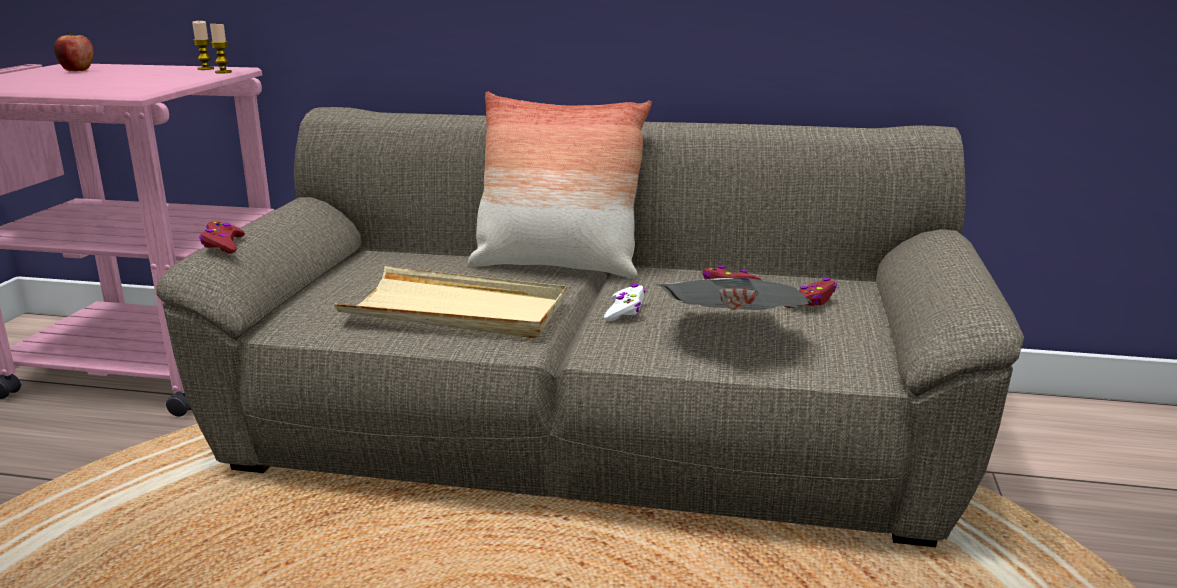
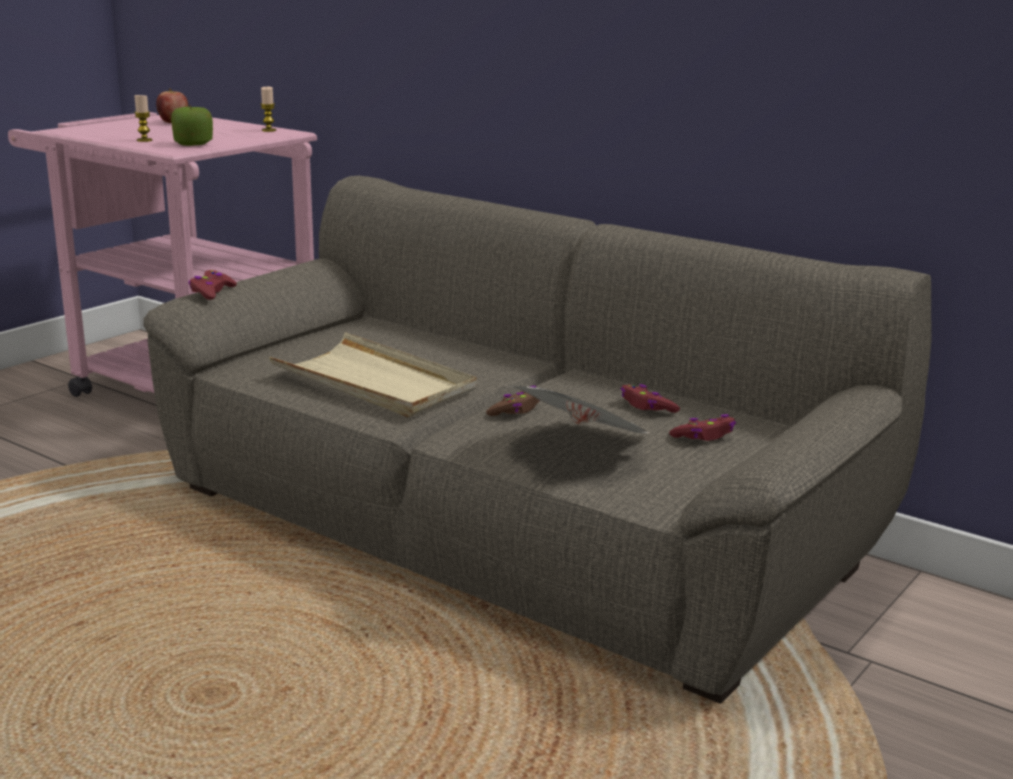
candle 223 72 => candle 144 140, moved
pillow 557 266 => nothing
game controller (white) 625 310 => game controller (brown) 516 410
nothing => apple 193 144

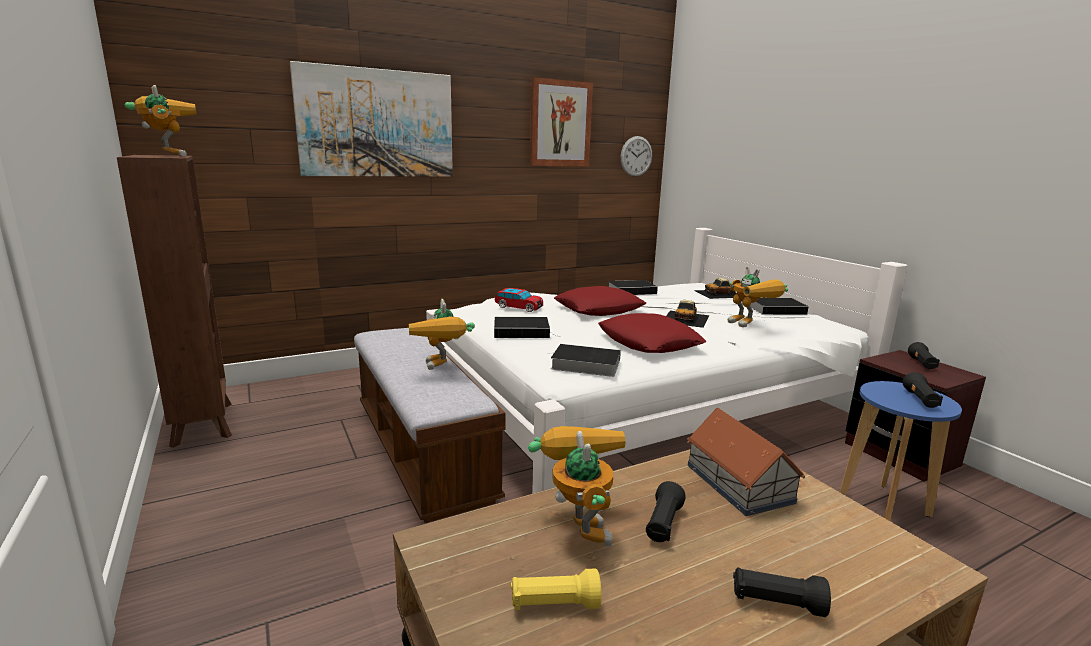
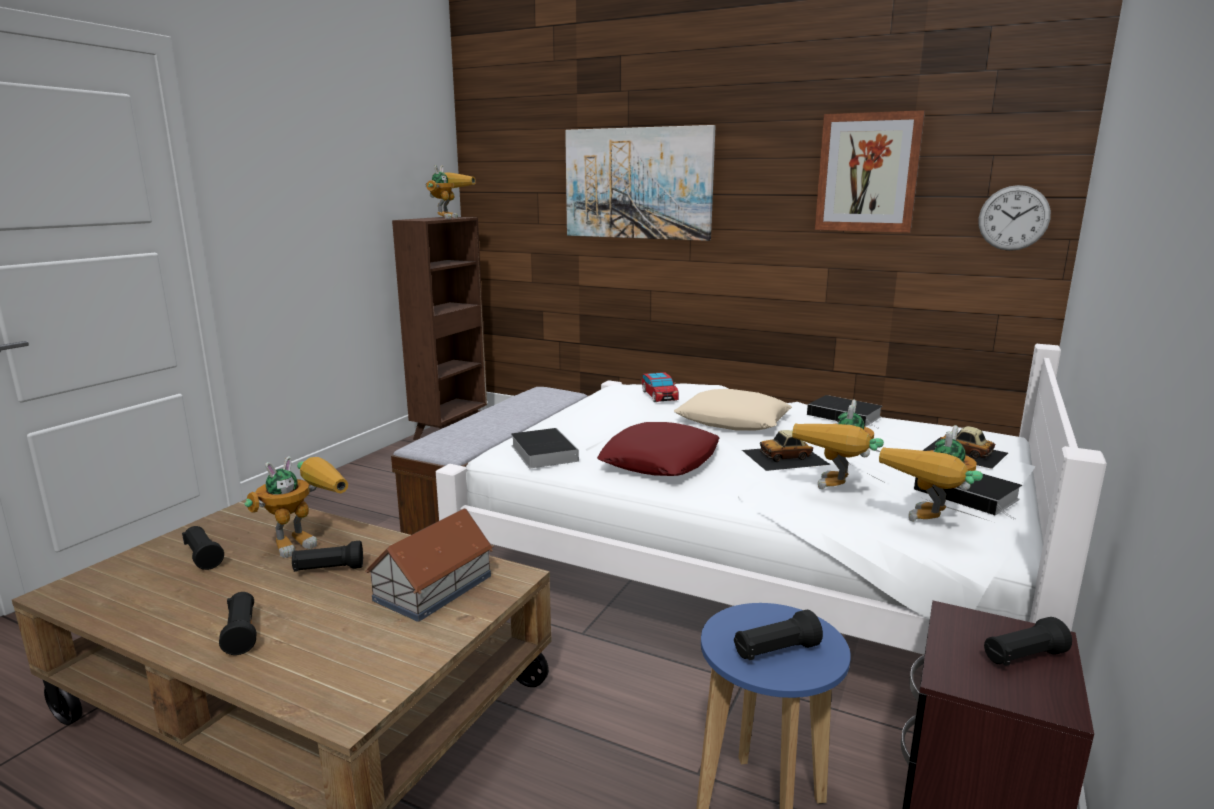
toy robot 443 368 => toy robot 929 525, moved
book 523 331 => nothing
flashlight (yellow) 554 605 => flashlight (black) 203 557
pillow (red) 598 309 => pillow (beige) 732 420

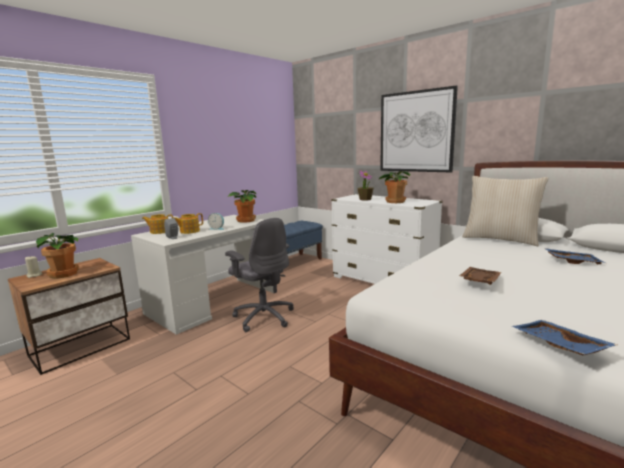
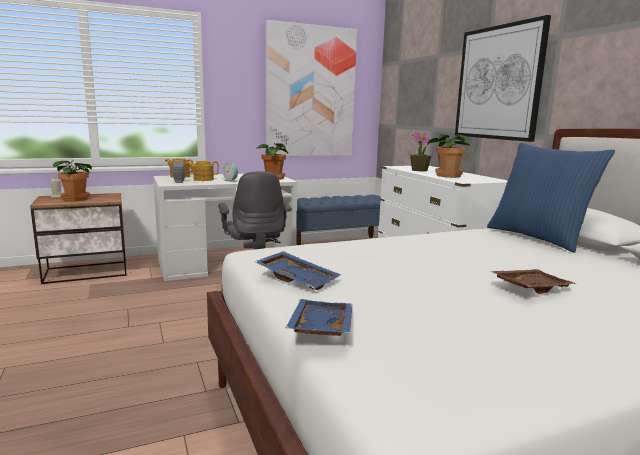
tray (brown) 479 281 => tray (brown) 530 288, moved
pillow (beige) 500 239 => pillow (blue) 538 238
tray (blue) 572 261 => tray (blue) 298 279, moved
nothing => picture 310 92

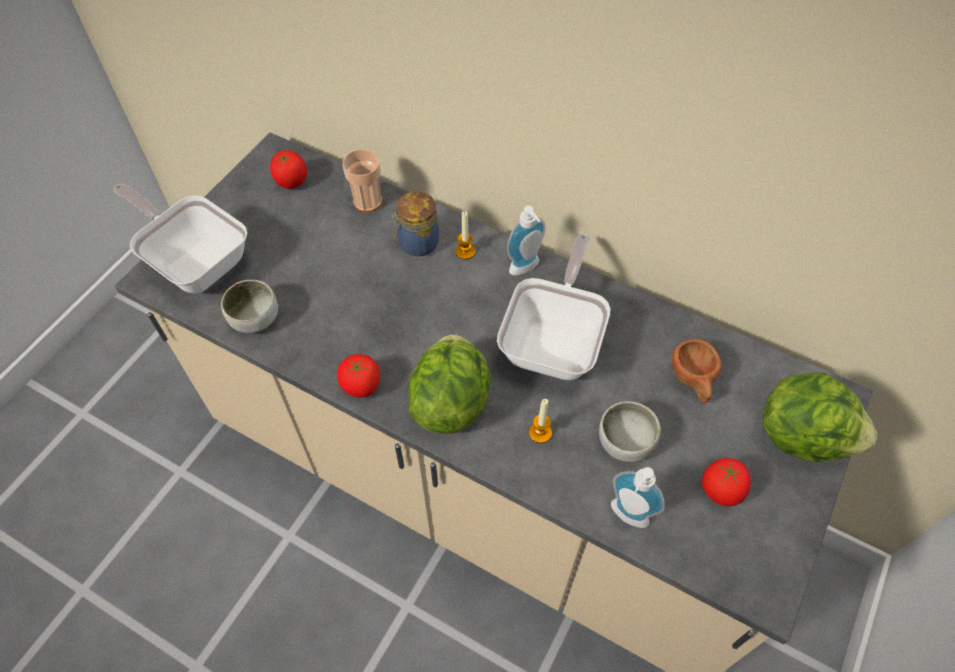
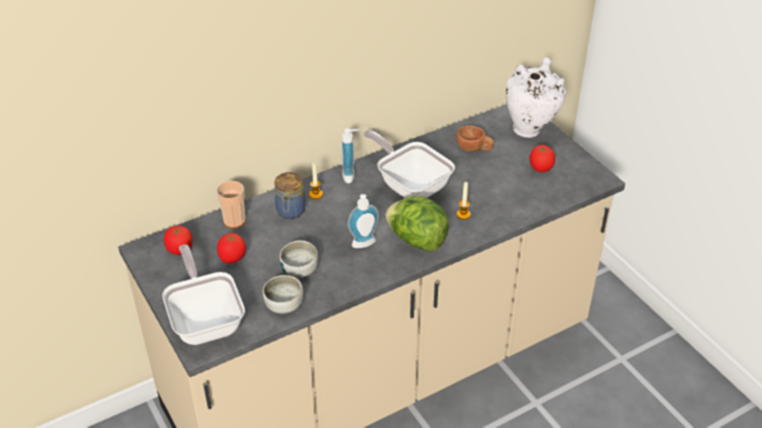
frying pan 195 260 => frying pan 206 320, 90 degrees clockwise
tomato 361 386 => tomato 232 258, moved
bowl 625 441 => bowl 299 269, moved
soap dispenser 626 517 => soap dispenser 365 245, moved
lettuce 802 435 => vase (white) 530 130

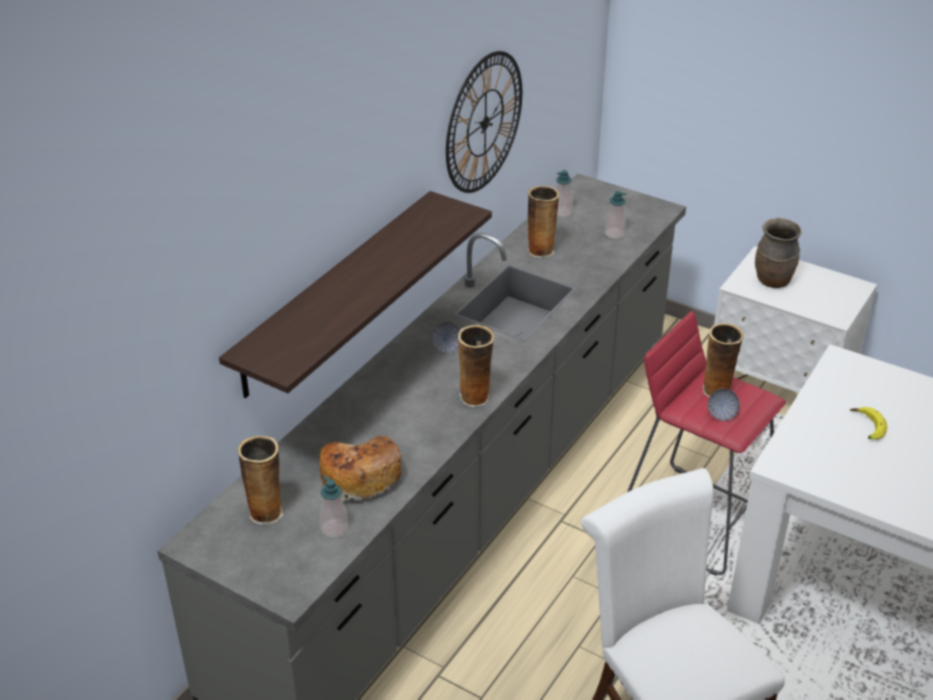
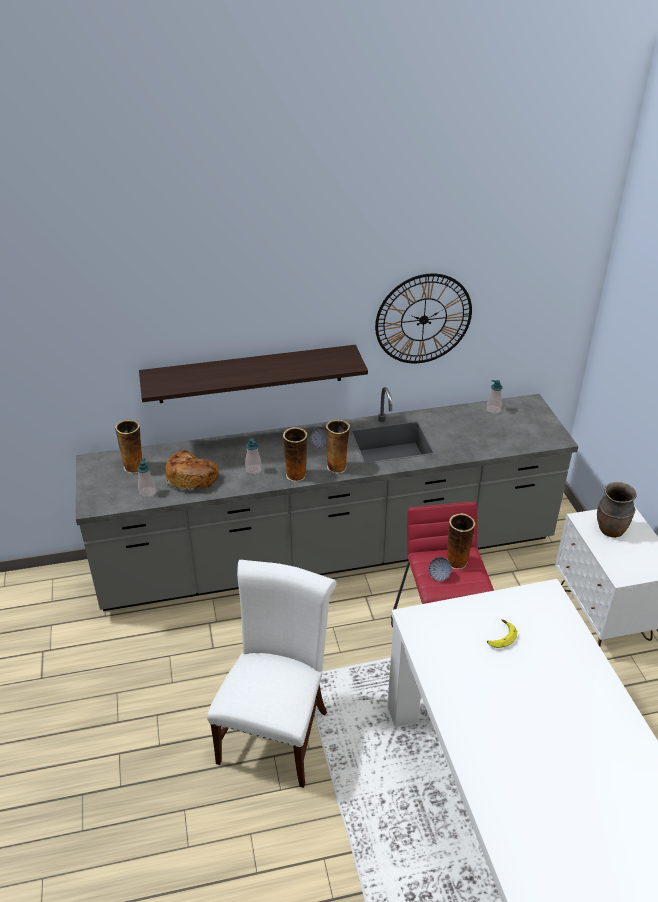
vase 541 250 => vase 337 467, moved
soap dispenser 614 234 => soap dispenser 253 469, moved

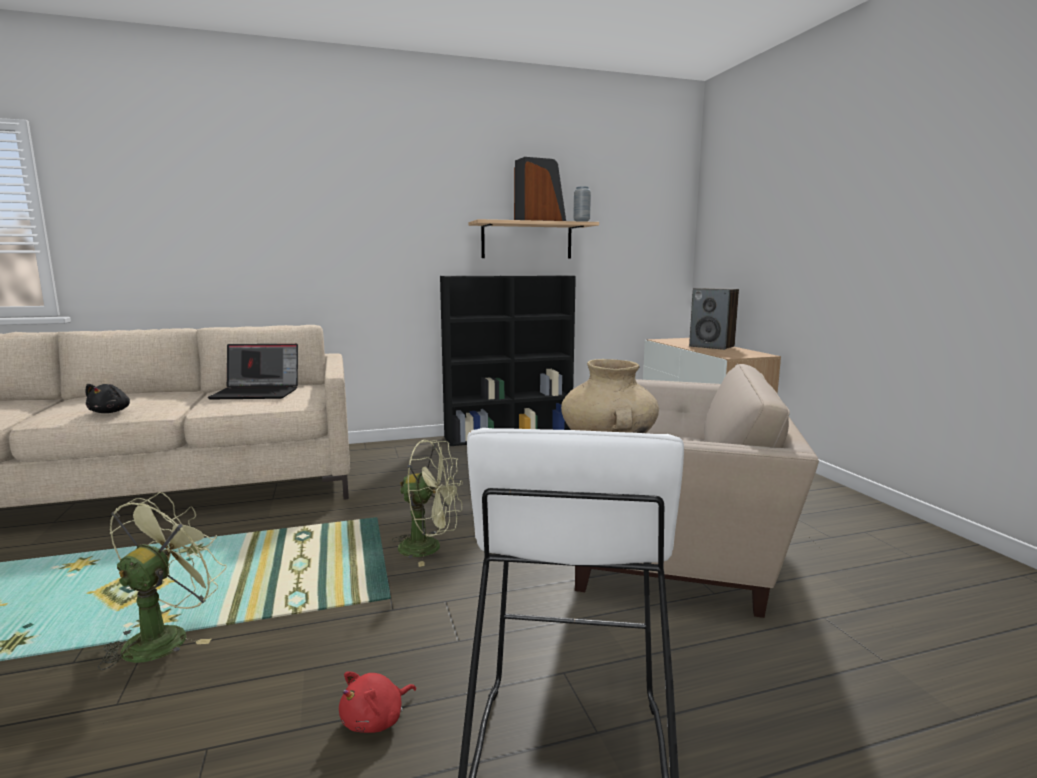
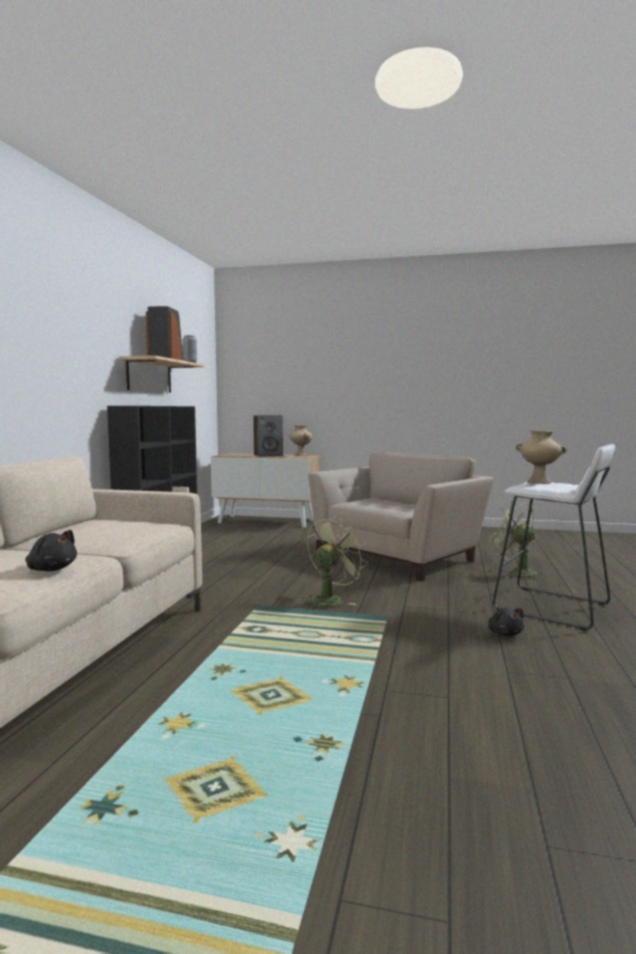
fan (green) 165 636 => fan (green) 515 572, moved
laptop 258 393 => nothing
plush toy (red) 376 720 => plush toy (black) 504 633
nothing => vase (beige) 300 455

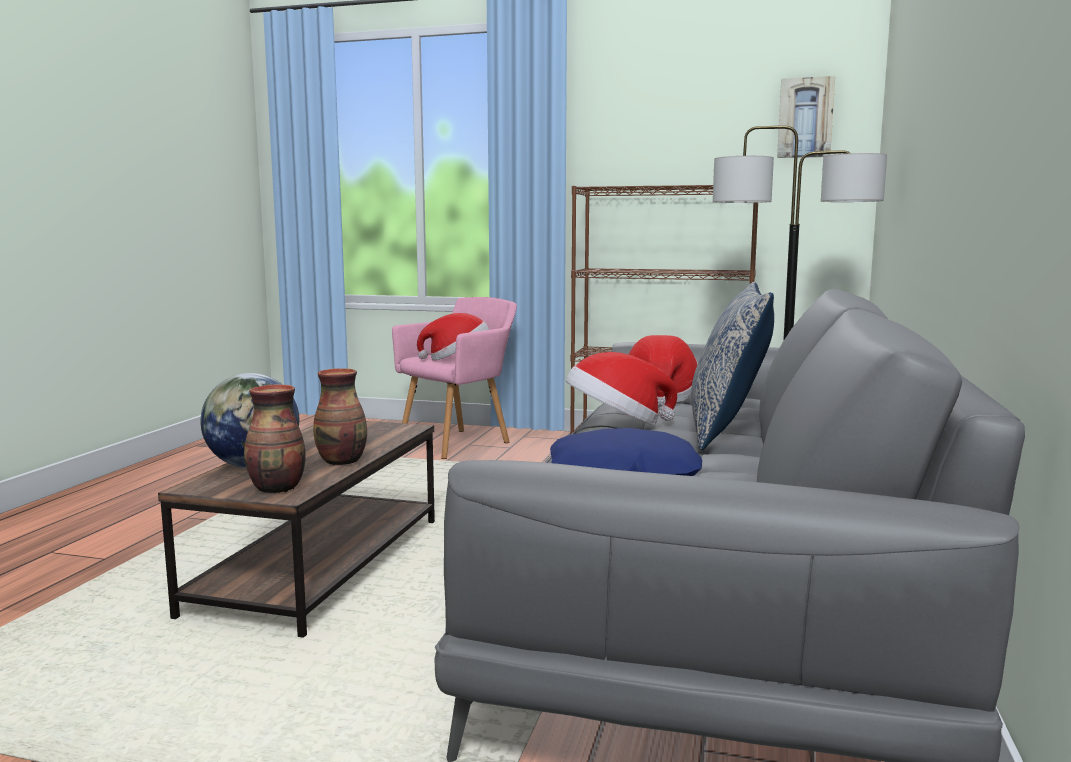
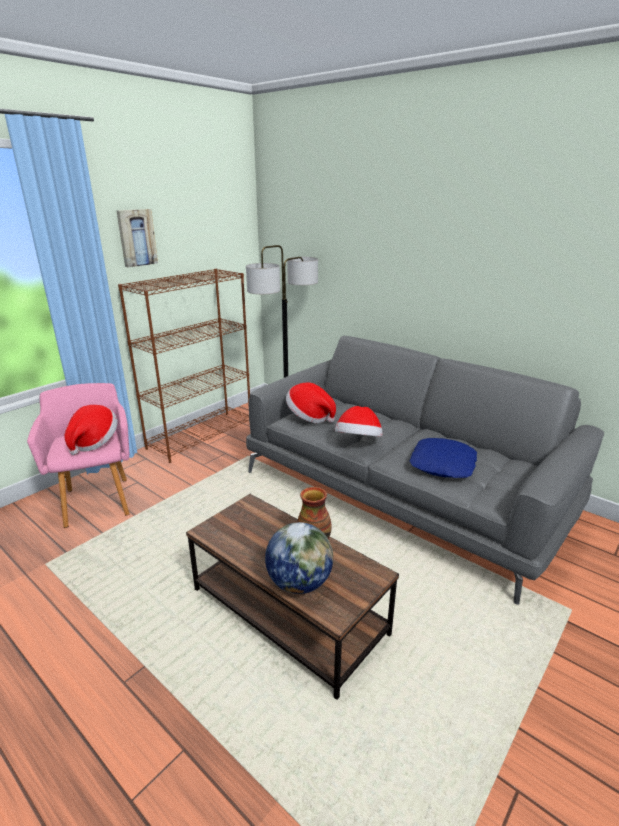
vase 277 488 => nothing
pillow 726 431 => nothing
picture 805 118 => picture 136 237, moved

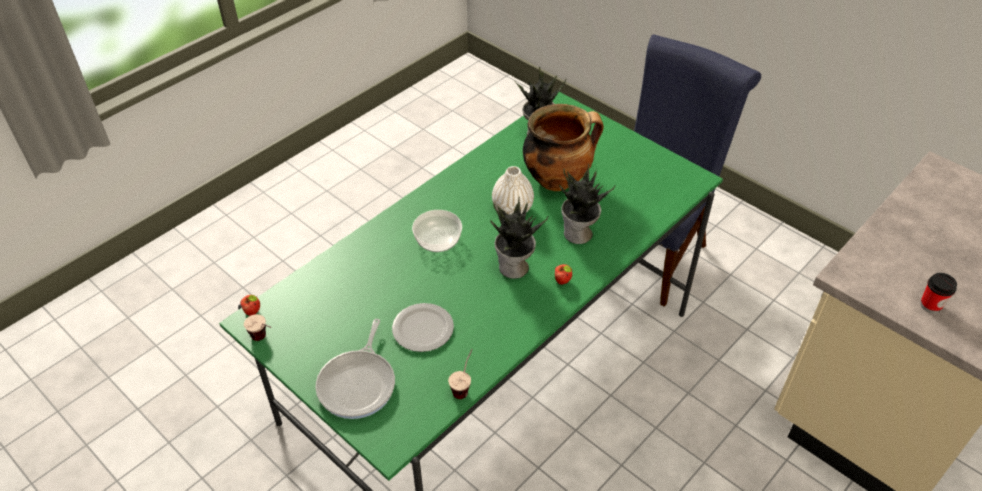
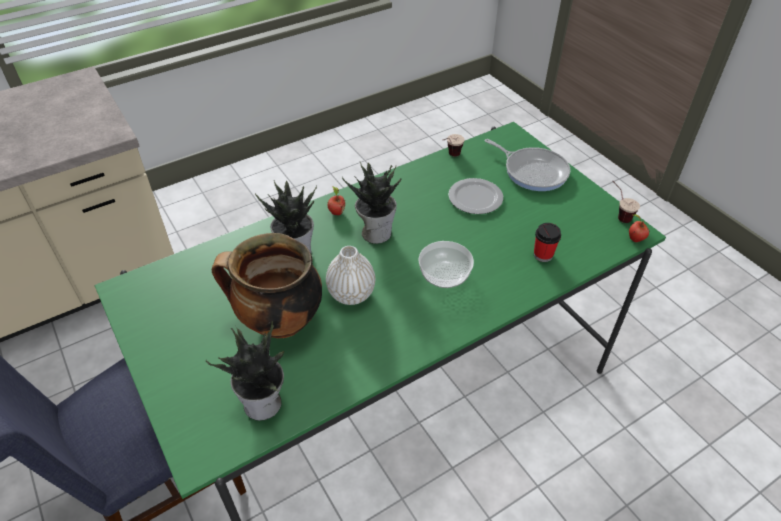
frying pan 359 384 => frying pan 533 171, 105 degrees clockwise
cup 930 305 => cup 543 255, moved

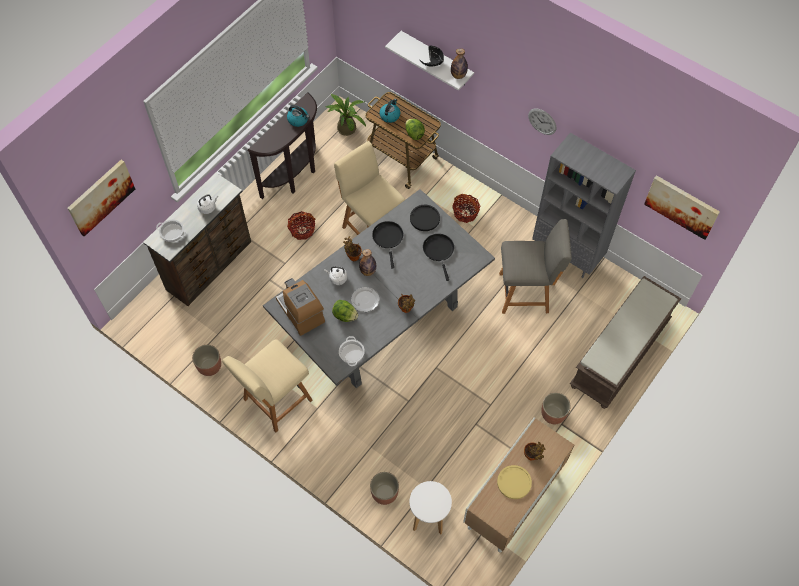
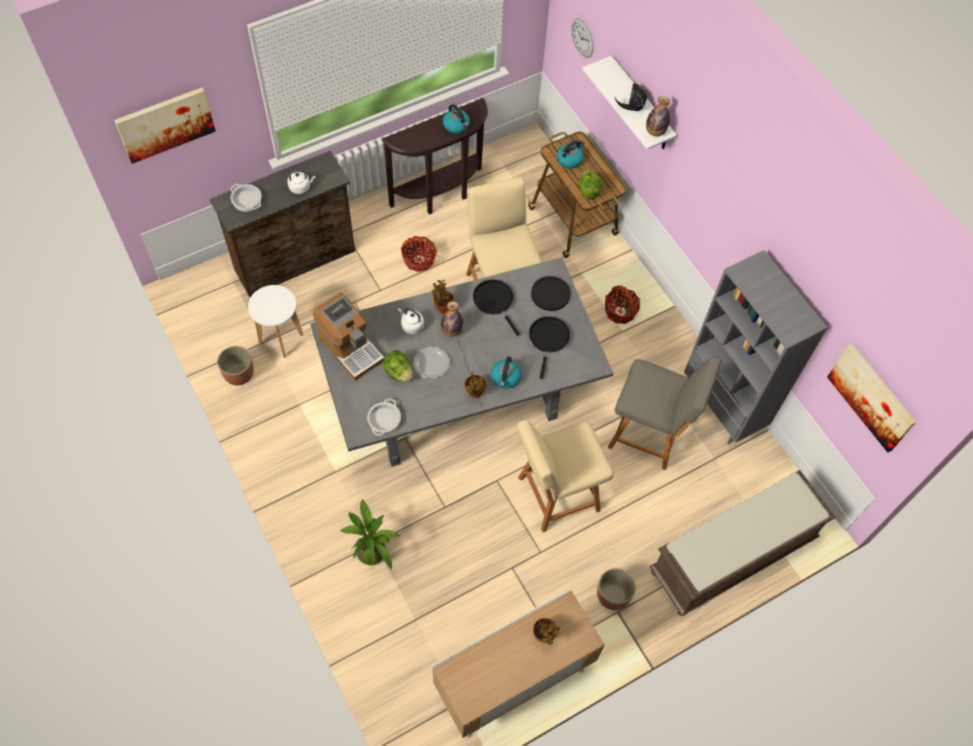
chair (beige) 275 401 => chair (beige) 555 495, moved
coffee machine 301 312 => coffee machine 350 348, 150 degrees clockwise
potted plant 346 127 => potted plant 372 548, moved
planter 384 493 => nothing
frying pan (black) 388 238 => frying pan (black) 494 301, 45 degrees counterclockwise
stool (white) 429 518 => stool (white) 281 339, moved
plate (yellow) 514 482 => nothing
wall clock 542 121 => wall clock 582 38, moved
nothing => kettle 505 378

